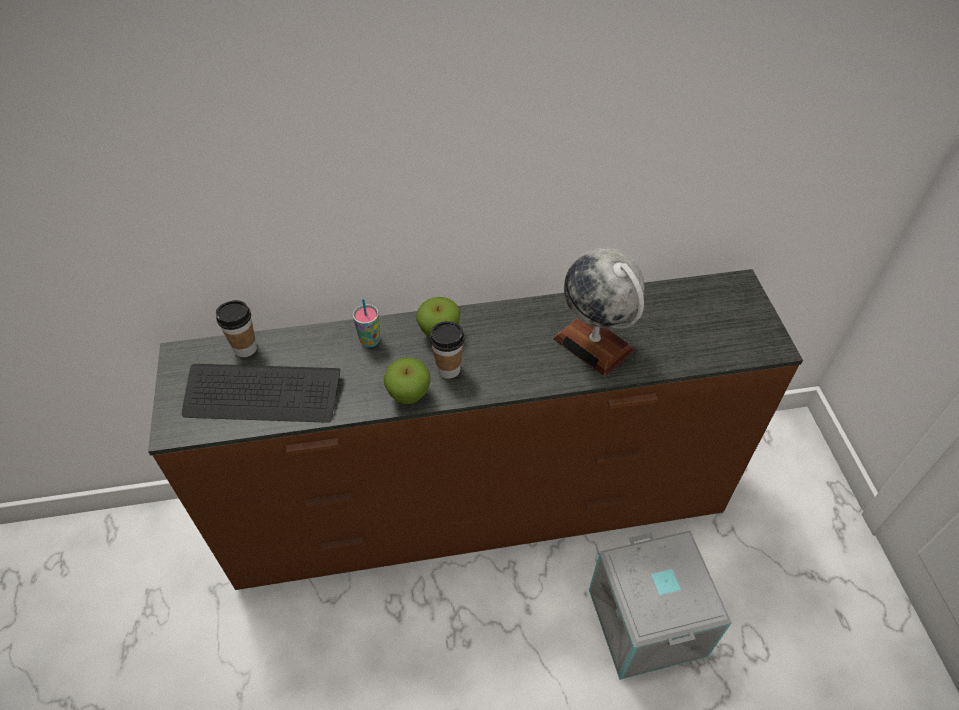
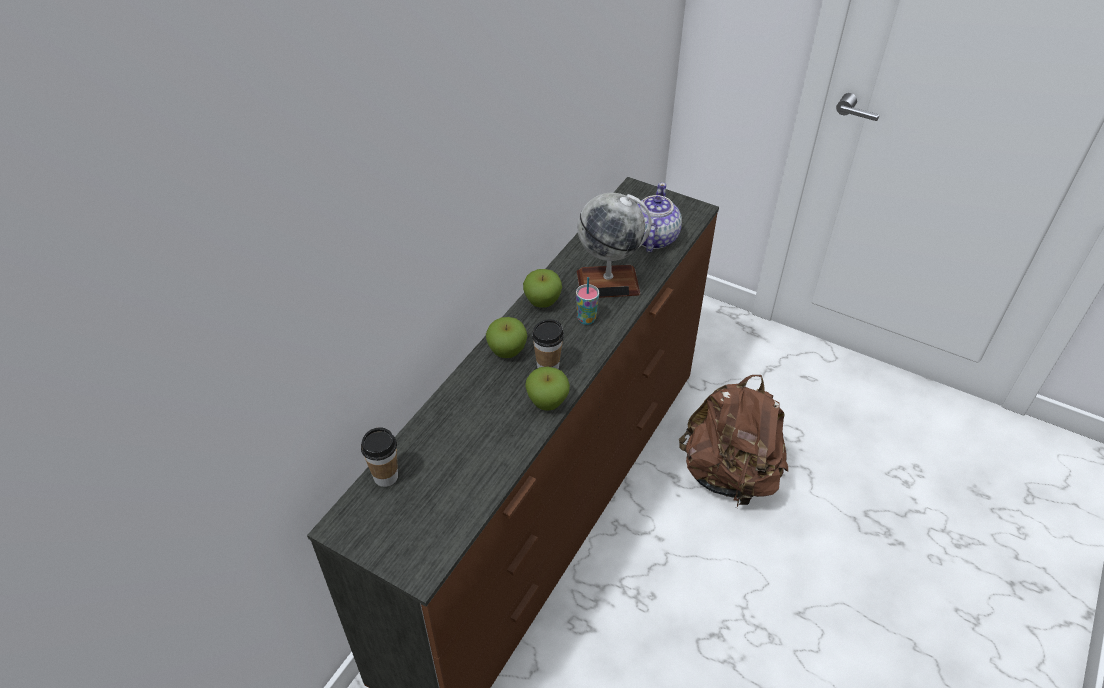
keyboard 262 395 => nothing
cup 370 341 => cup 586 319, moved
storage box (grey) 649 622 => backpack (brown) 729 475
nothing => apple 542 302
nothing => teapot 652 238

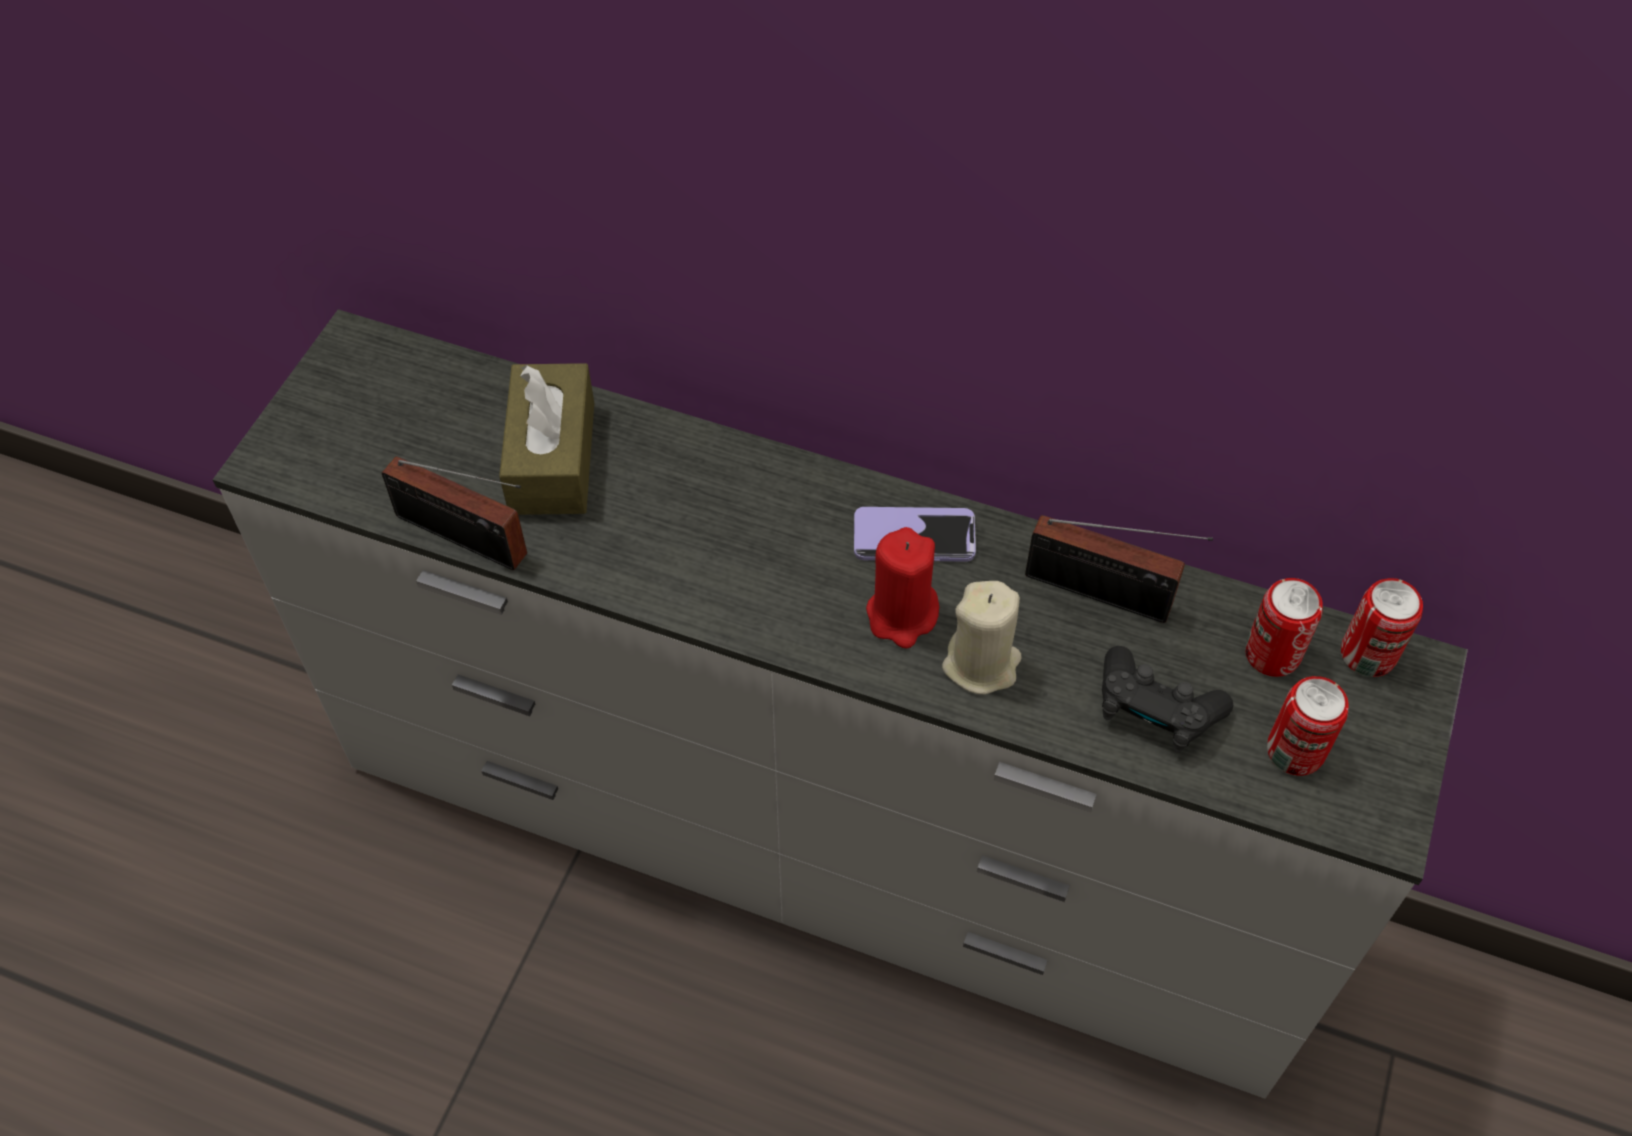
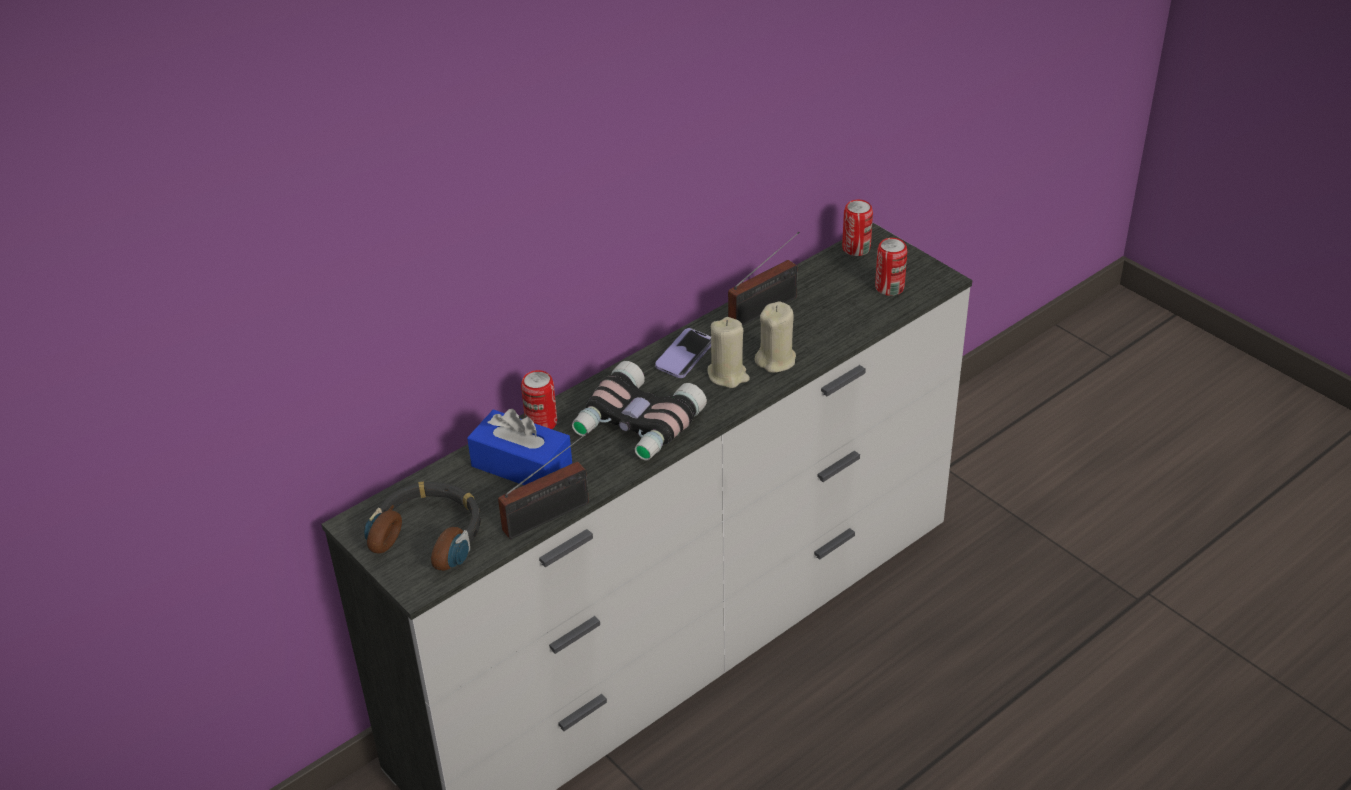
tissue box (brown) 552 458 => tissue box (blue) 521 465
candle (red) 902 615 => candle (beige) 728 375
game controller (black) 1154 711 => nothing
can 1272 654 => can 541 423, moved
nothing => headphones 430 534
nothing => binoculars 636 425

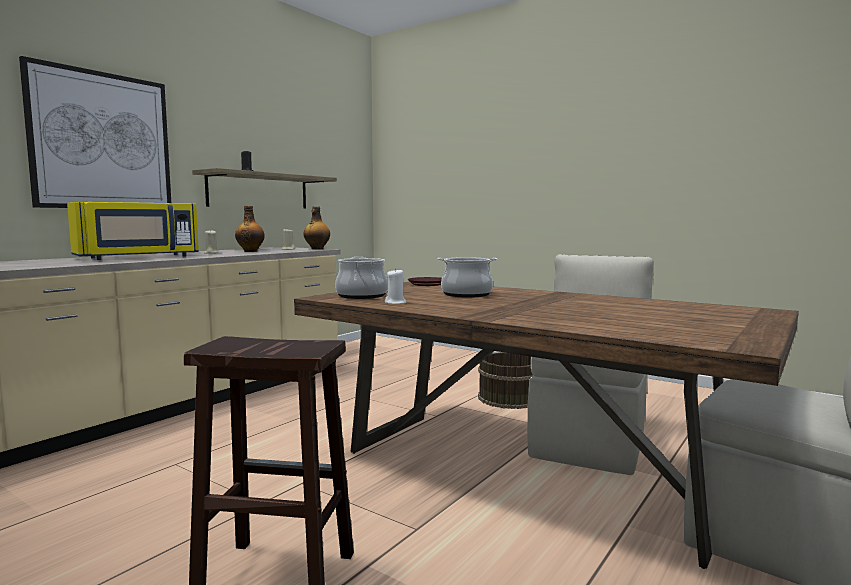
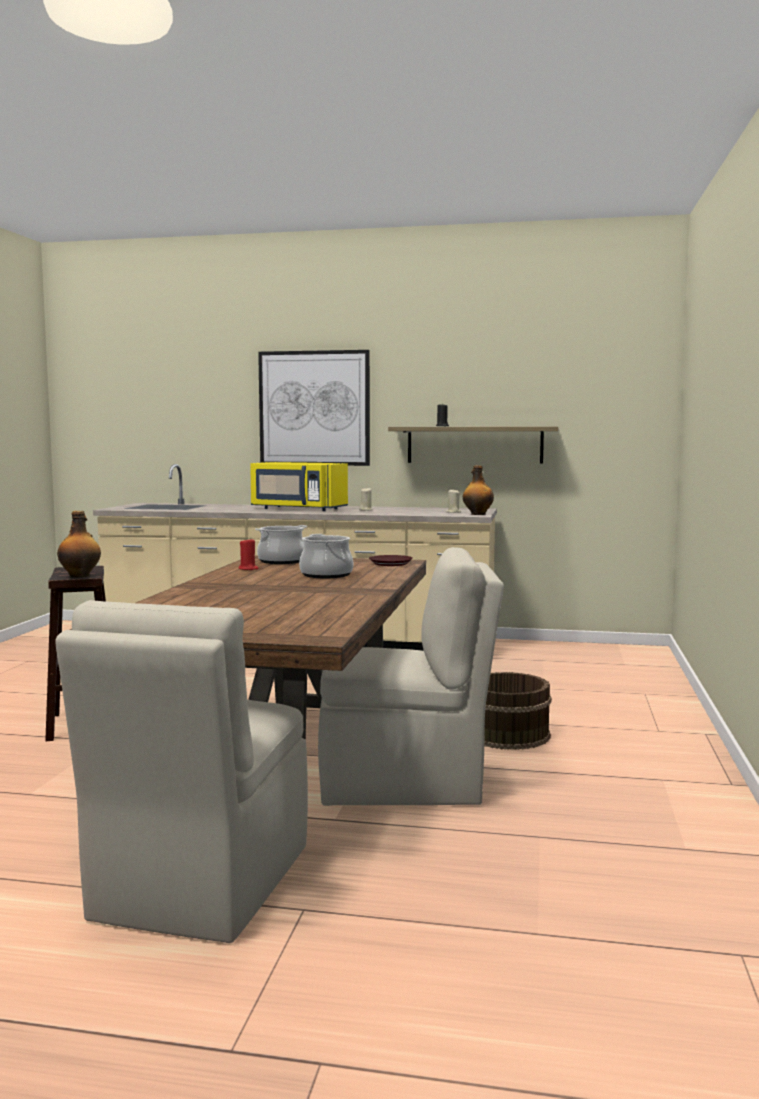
bottle 250 251 => bottle 80 576, moved
candle (white) 395 303 => candle (red) 248 569

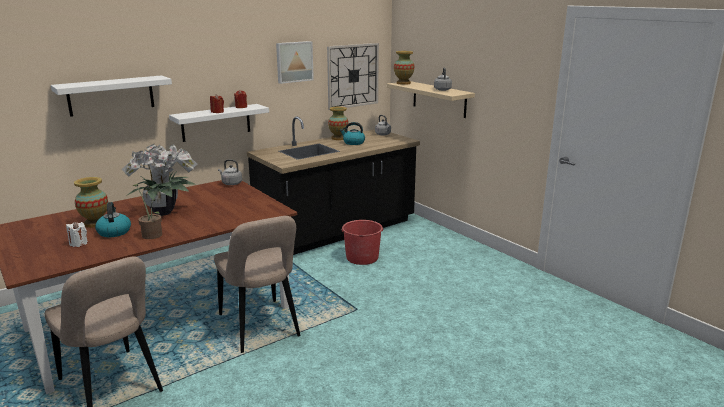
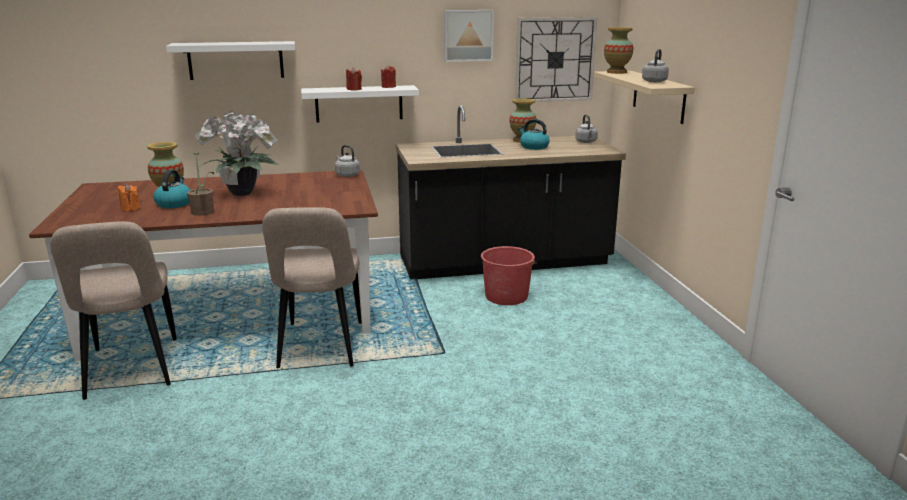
candle (white) 78 243 => candle (orange) 131 209

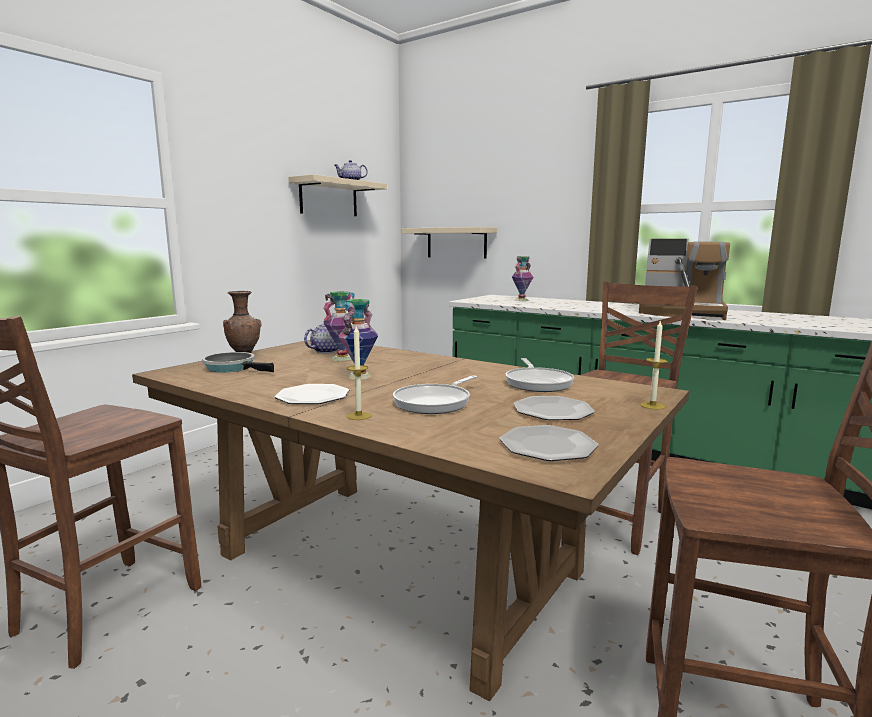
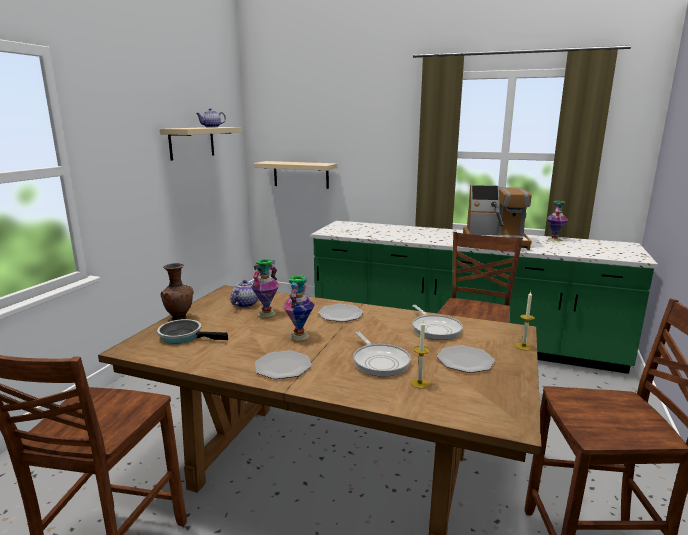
candle 359 416 => candle 419 383, moved
frying pan 435 402 => frying pan 380 361, 45 degrees counterclockwise
plate 548 445 => plate 340 314, moved
vase 521 300 => vase 554 239, moved

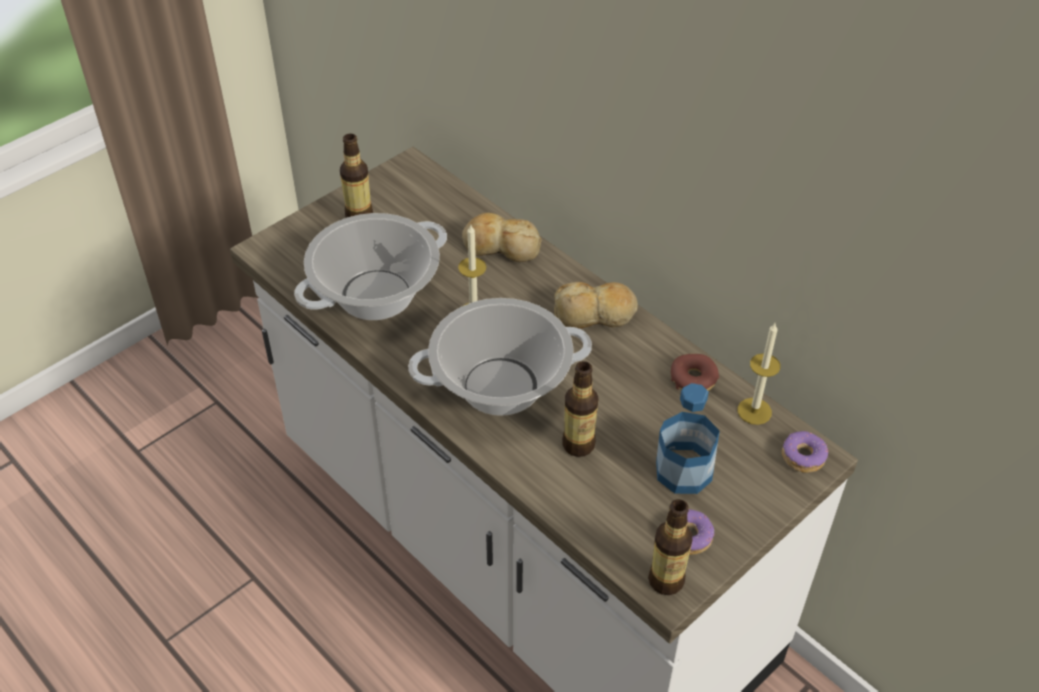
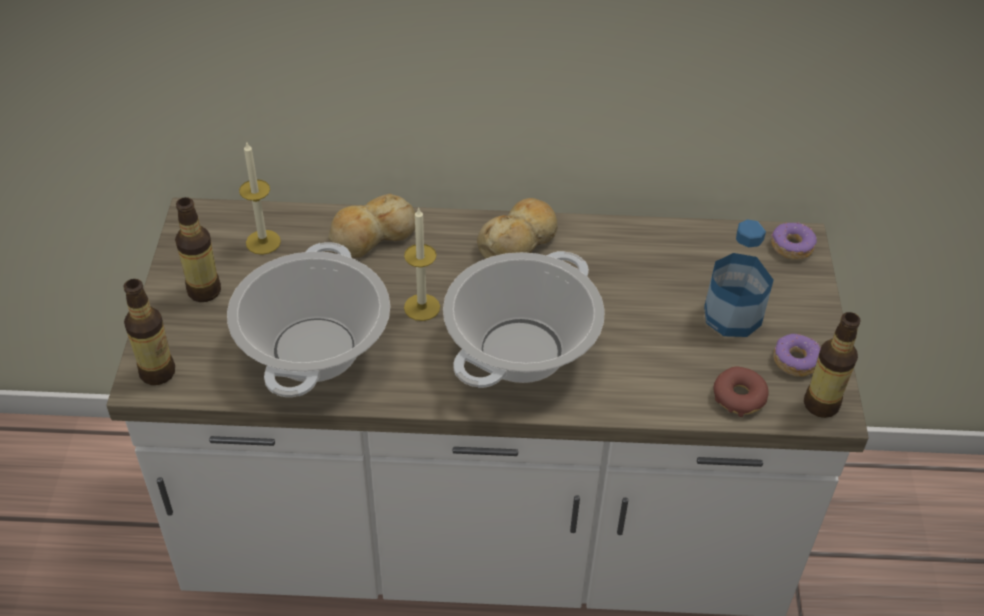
bottle 578 444 => bottle 157 372, moved
donut 693 379 => donut 739 397, moved
candle 754 411 => candle 263 242, moved

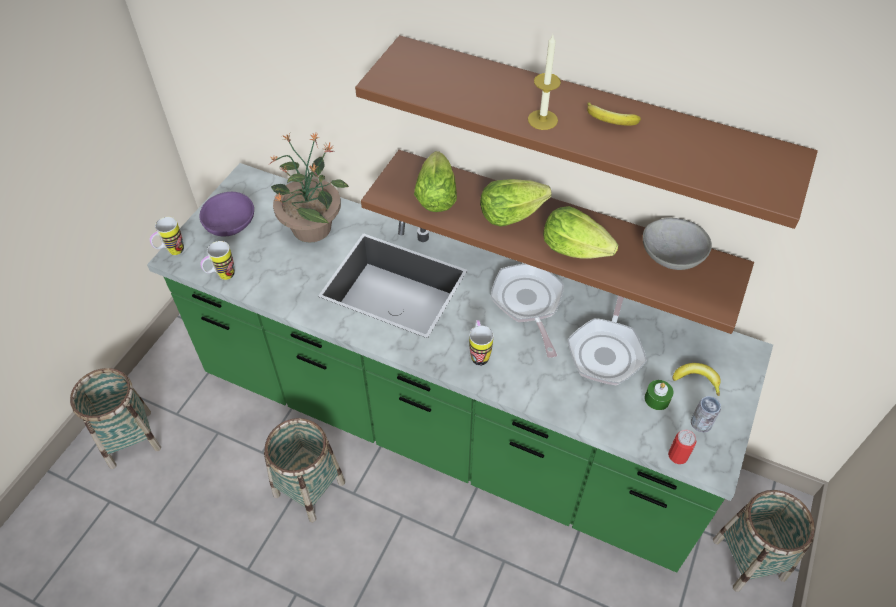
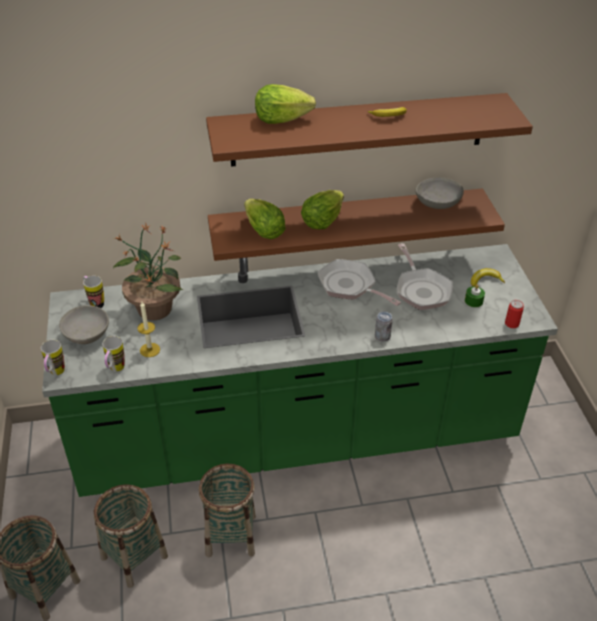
bowl (purple) 231 225 => bowl (grey) 87 334
mug 479 353 => mug 95 302, moved
candle 542 120 => candle 150 350, moved
lettuce 574 248 => lettuce 281 120, moved
can 701 423 => can 382 336, moved
basket 749 559 => basket 134 557, moved

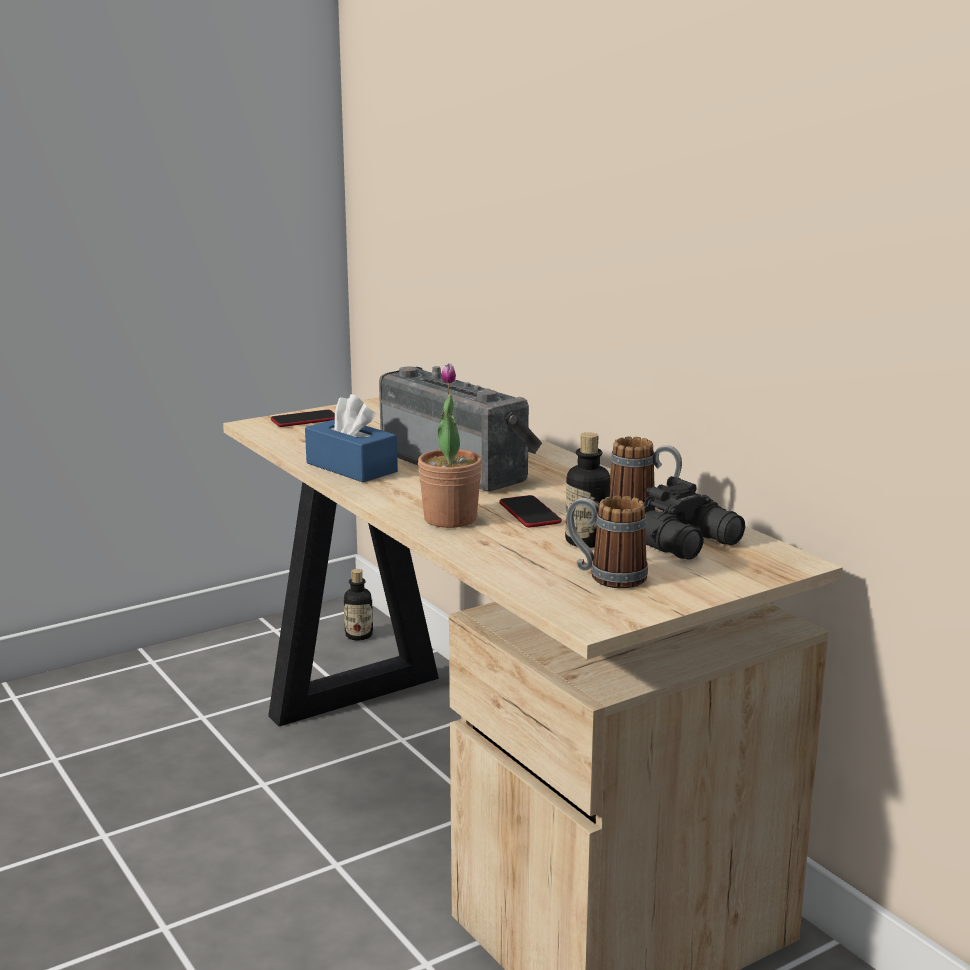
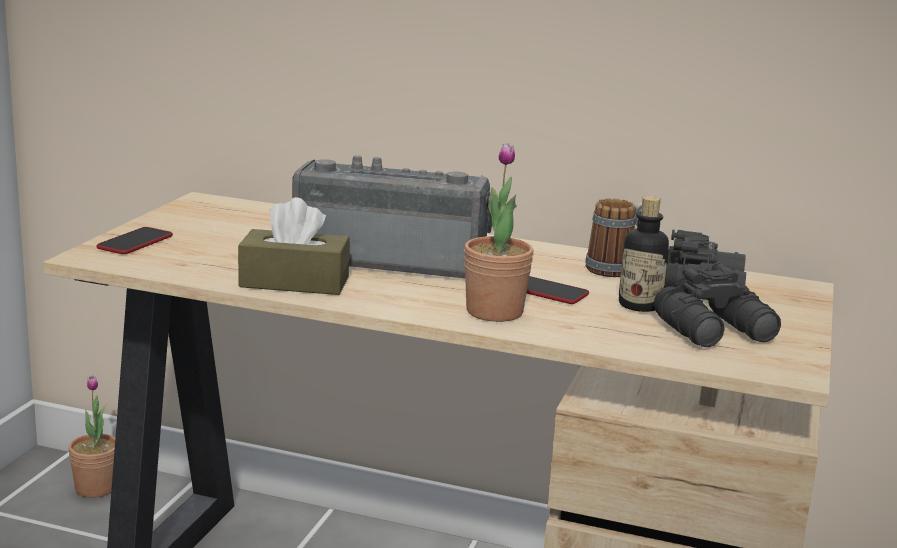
tissue box (blue) 351 467 => tissue box (brown) 294 282
bottle 359 635 => potted plant 96 488
mug 606 576 => binoculars (black) 717 331

